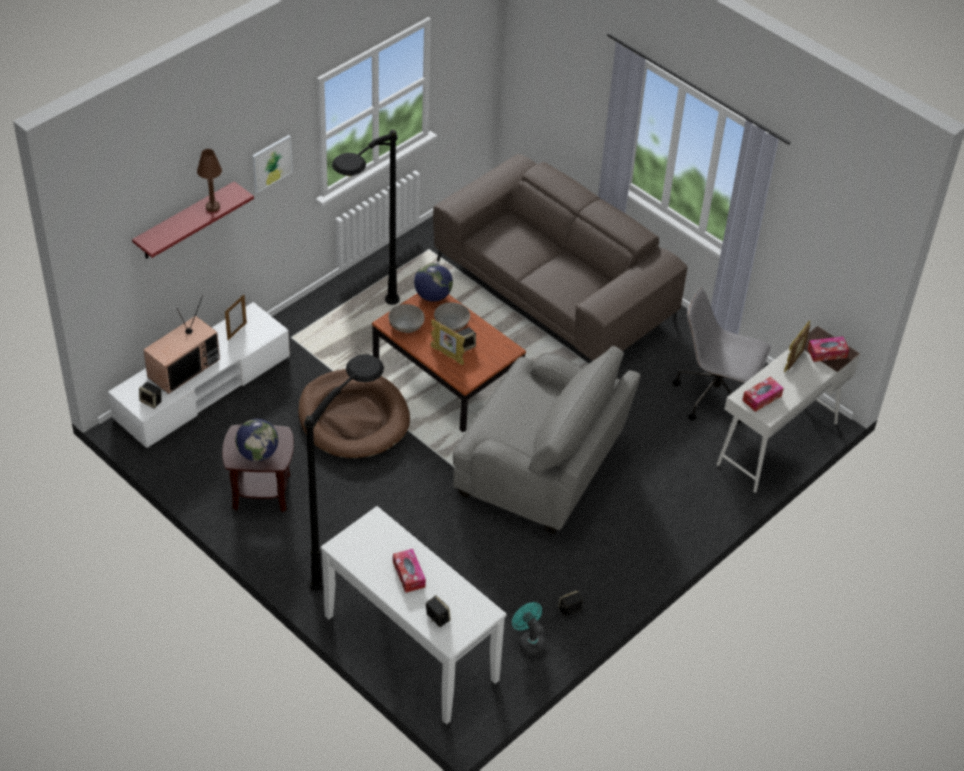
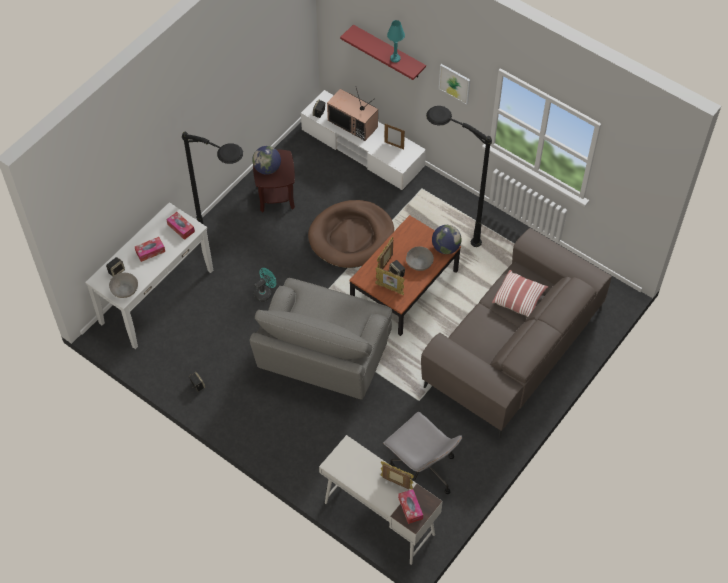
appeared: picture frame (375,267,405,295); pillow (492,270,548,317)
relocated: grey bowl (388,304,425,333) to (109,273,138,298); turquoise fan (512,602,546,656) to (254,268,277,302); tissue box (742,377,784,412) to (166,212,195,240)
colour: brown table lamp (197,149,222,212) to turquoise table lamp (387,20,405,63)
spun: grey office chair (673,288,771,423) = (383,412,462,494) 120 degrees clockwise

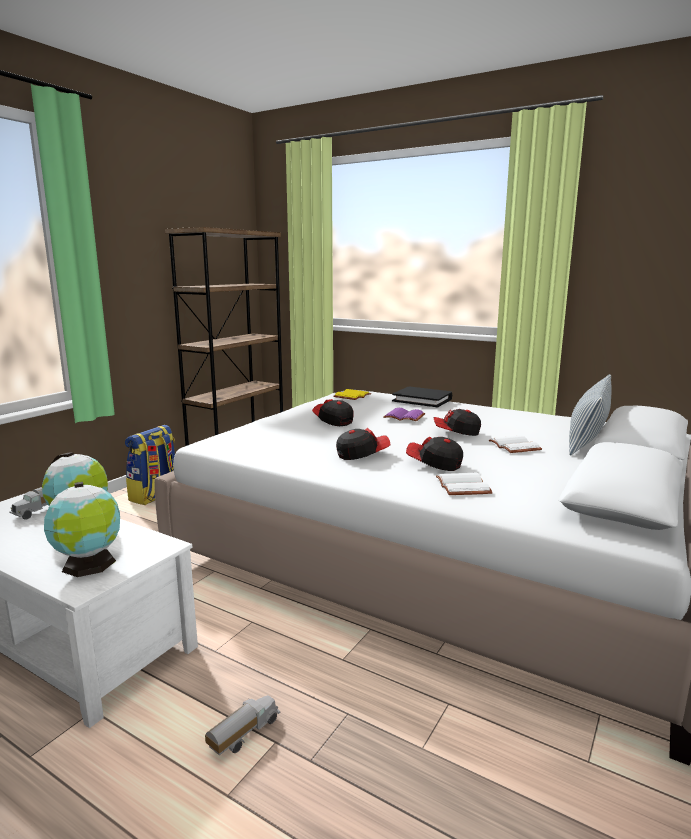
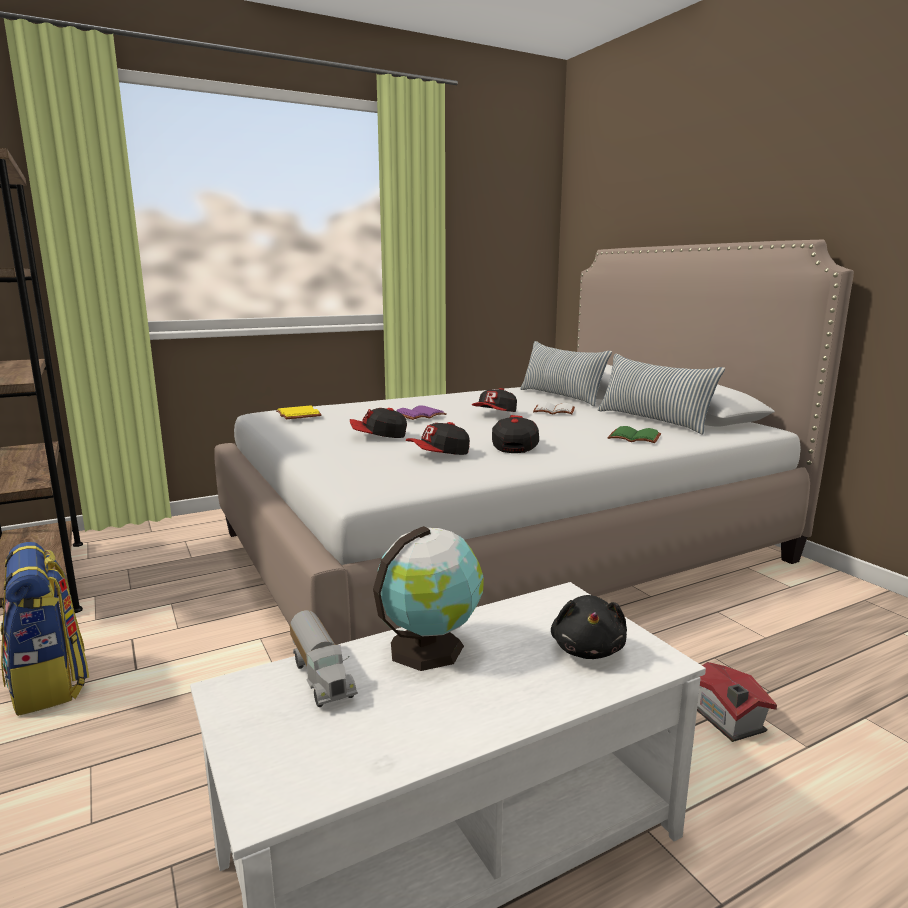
missing: black book (392,386,452,407)
appeared: pillow (598,354,725,435)
relocated: cap (406,436,463,471) to (406,422,470,455)
exchanged: globe (44,482,120,577) to black plush toy (551,595,627,659); toy truck (205,695,281,756) to toy house (697,662,777,742)
colour: white book (436,473,493,495) to green book (607,426,661,443)

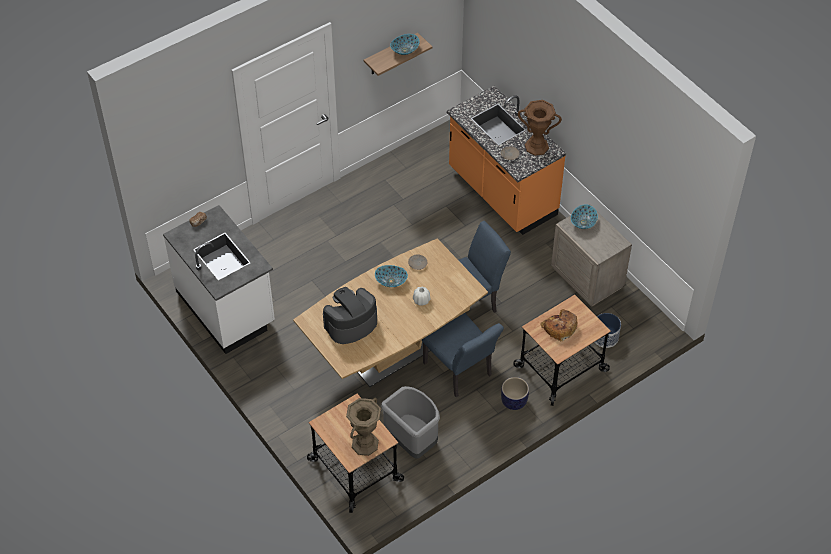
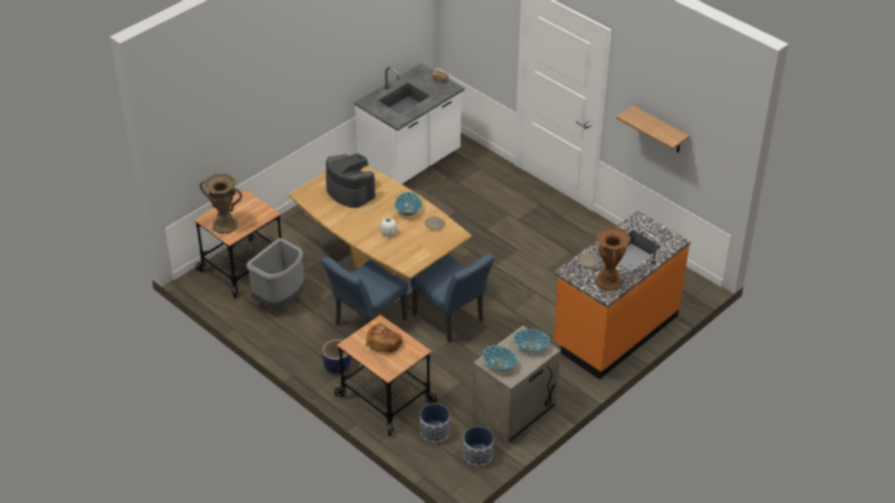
appeared: planter (463,426,494,466)
relocated: bowl (390,34,420,55) to (483,345,518,371)

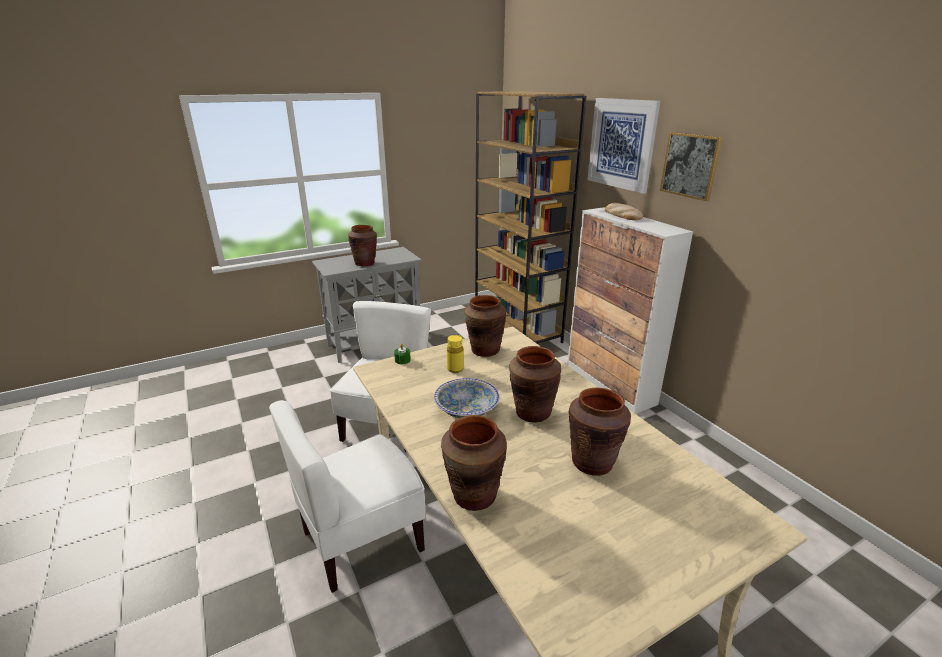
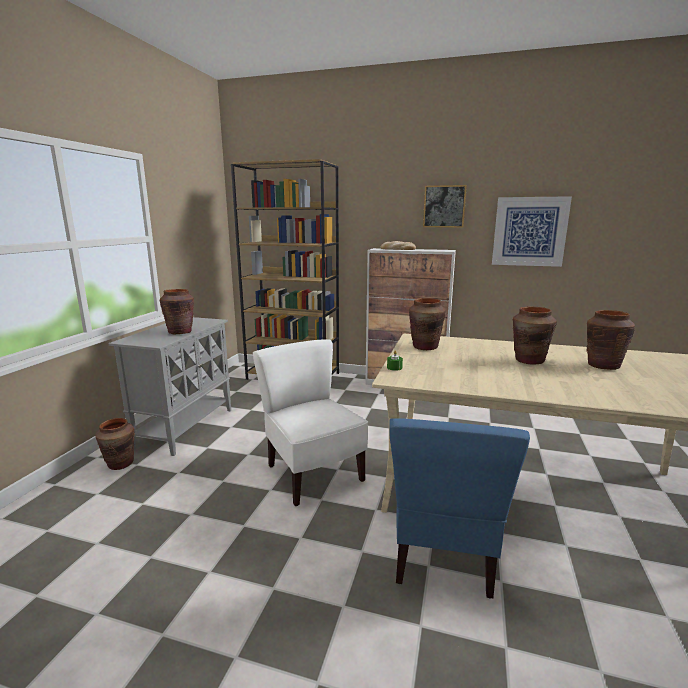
missing: bowl (434,378,499,418); yellow bottle (447,335,464,373)
relocated: brown vase (441,415,507,511) to (95,418,135,470); picture (587,98,660,194) to (492,196,572,267)
colour: white chair (269,400,426,593) to blue chair (389,418,530,599)

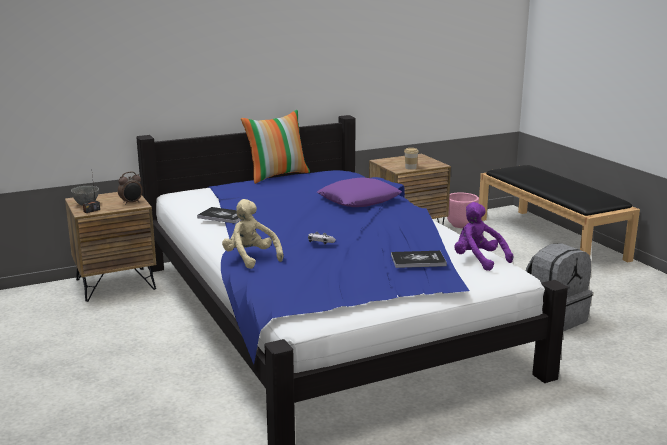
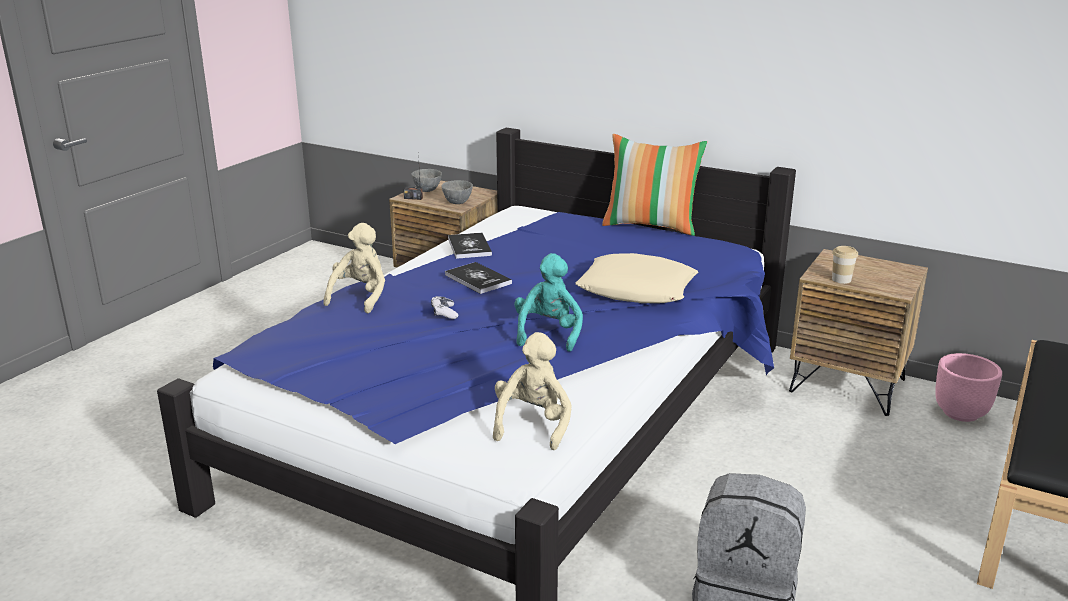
appeared: turquoise plush toy (514,253,583,352)
relocated: book (391,251,447,268) to (445,262,512,294)
exchanged: alarm clock (118,171,143,205) to grey bowl (441,180,473,204)
colour: purple pillow (317,177,402,207) to beige pillow (575,253,698,303); purple plush toy (454,202,513,271) to beige plush toy (493,332,572,450)

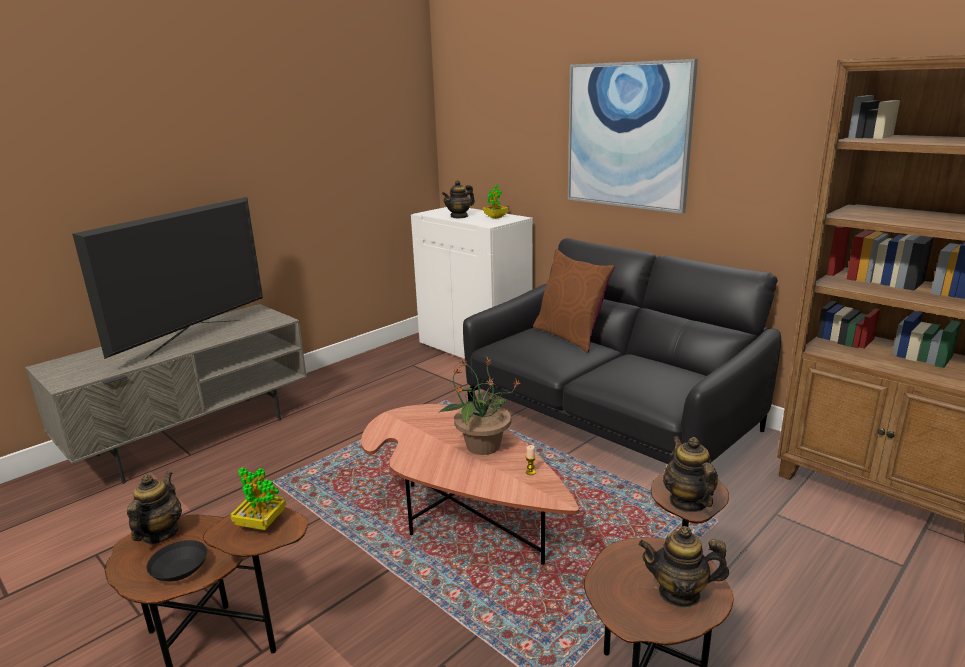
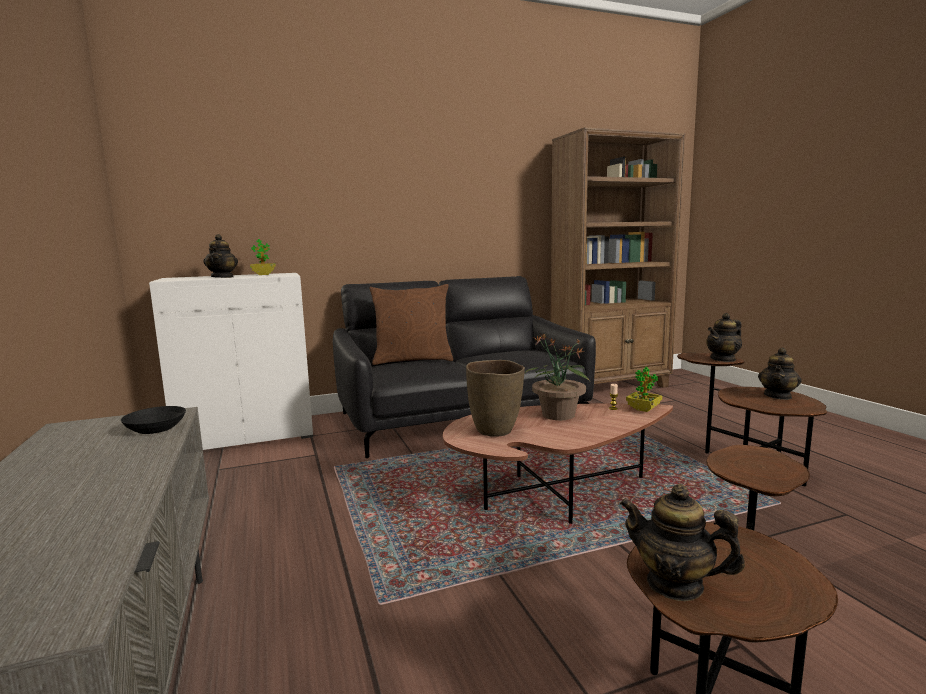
missing: television (72,197,263,359); picture (568,59,698,214)
appeared: brown vase (466,360,525,437)
relocated: black bowl (146,540,207,581) to (121,406,186,434); potted plant (230,468,286,530) to (626,367,662,412)
spun: teapot (663,436,718,512) = (706,313,742,362) 45 degrees counterclockwise

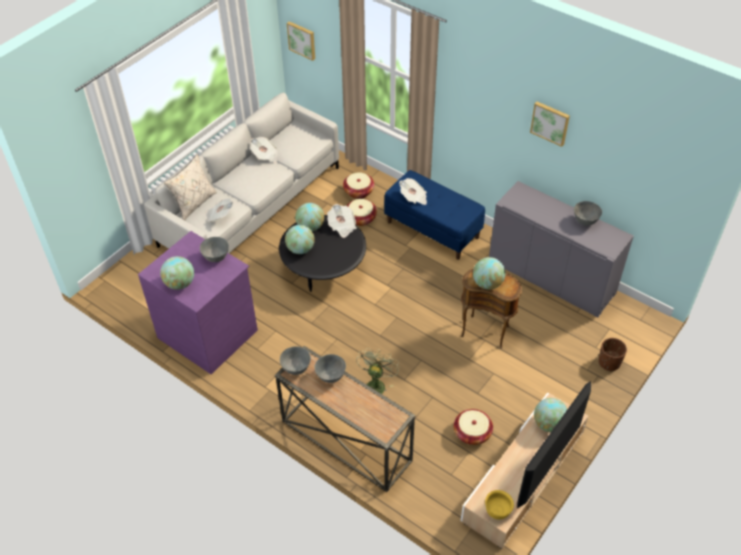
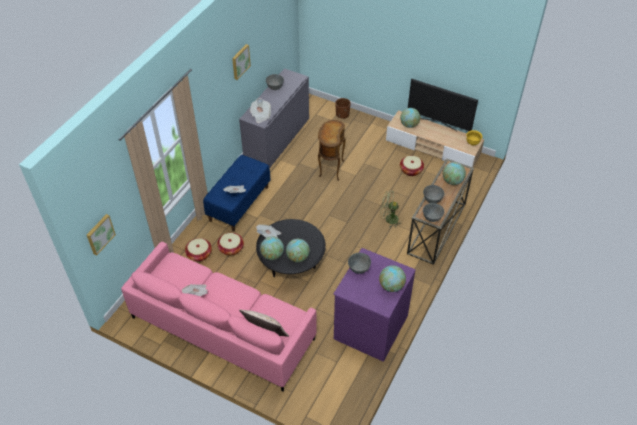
relocated: newspaper (205,198,233,223) to (250,98,271,123); globe (473,257,506,290) to (443,162,466,185)
colour: grey sofa (144,93,339,253) to pink sofa (121,242,316,392)

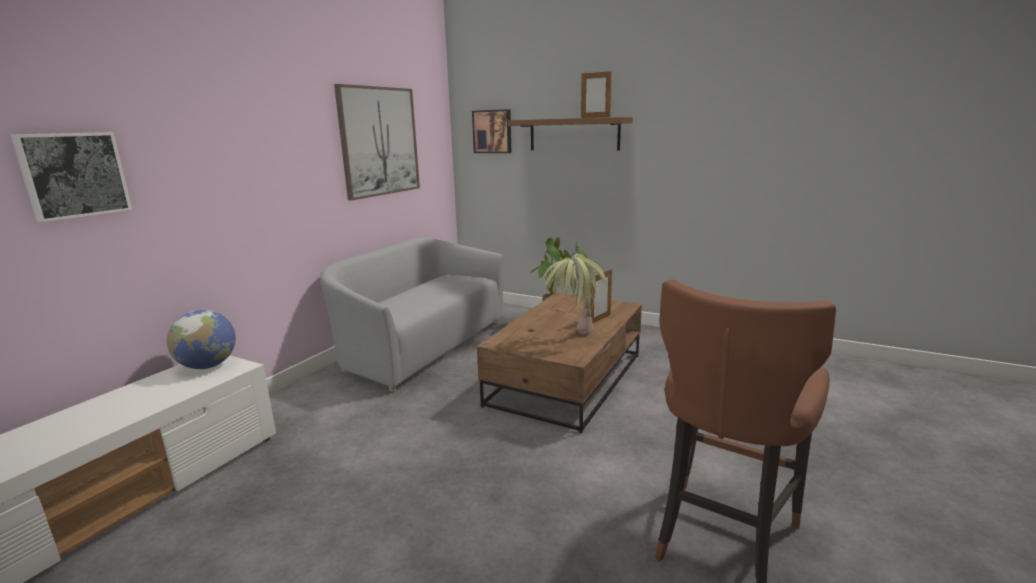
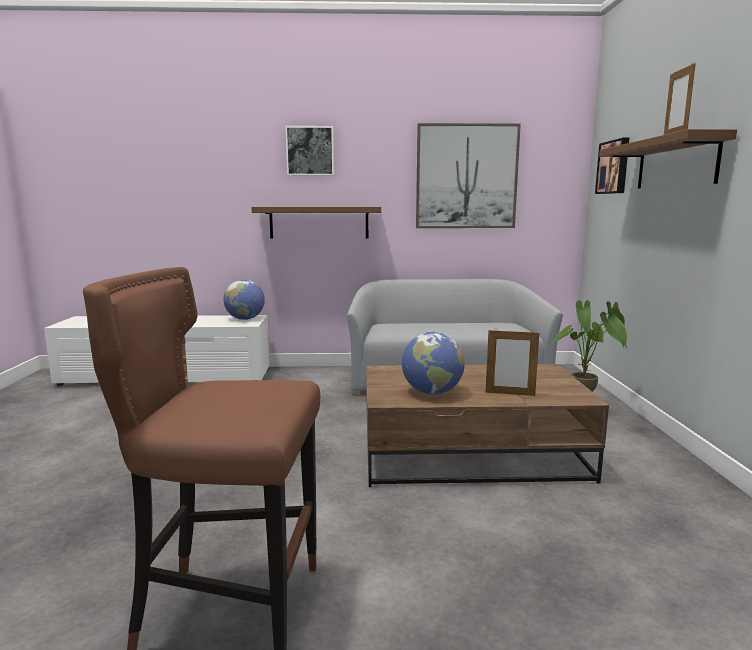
appeared: brown shelf (251,207,381,239)
relocated: picture (11,132,132,222) to (285,126,334,176)
exchanged: potted plant (543,254,611,334) to globe (402,332,465,395)

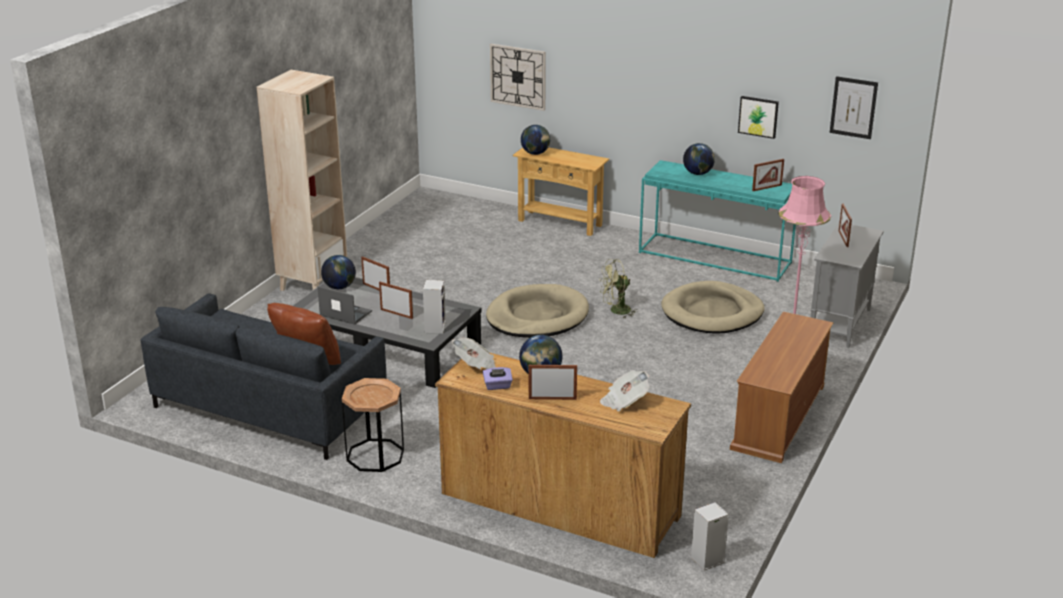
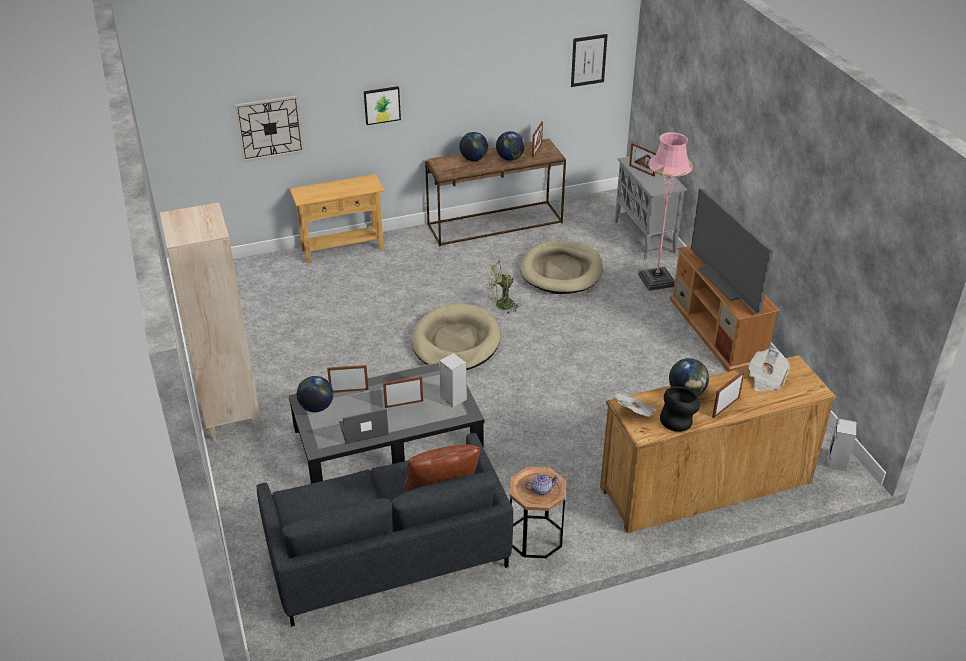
appeared: teapot (525,474,559,495); television (690,189,774,314)
relocated: globe (521,125,550,155) to (496,131,525,161); picture (738,96,779,139) to (364,86,401,125)
exchanged: purple tissue box (483,367,513,390) to black vase (660,386,700,432)
colour: turquoise console table (639,160,796,282) to brown console table (425,139,566,247)
spun: green fan (600,259,638,319) = (486,260,520,314) 45 degrees clockwise

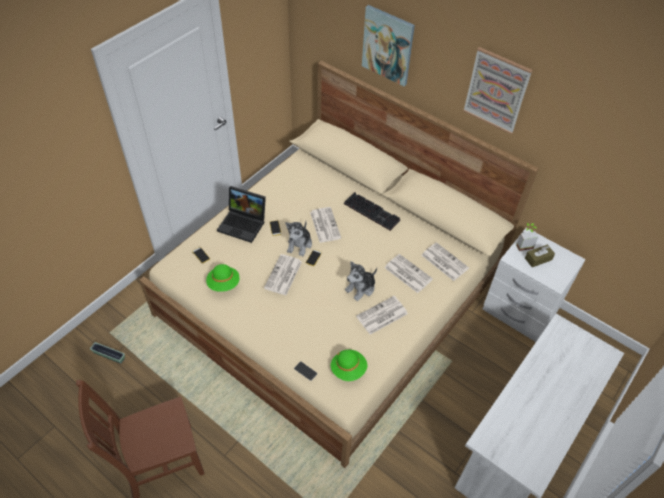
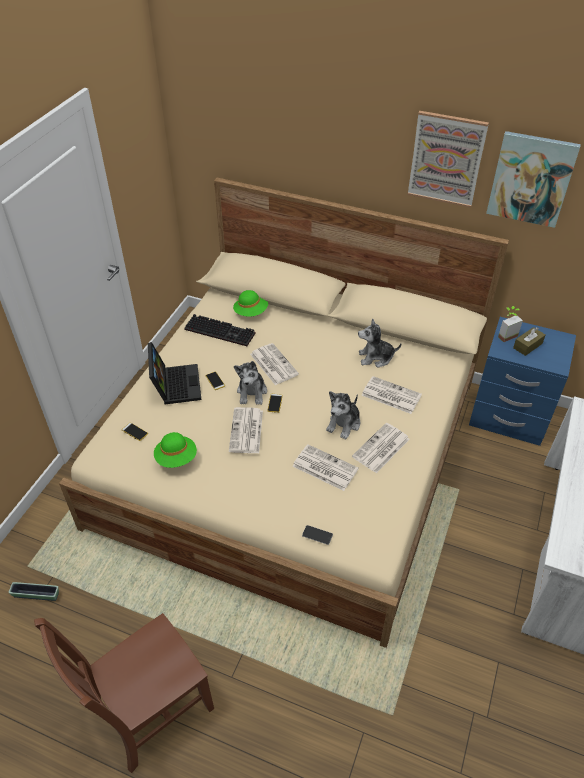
appeared: plush toy (358,318,401,368)
relocated: green hat (331,350,367,381) to (233,290,268,317); keyboard (344,192,400,231) to (184,314,255,346); picture (362,5,415,86) to (486,131,581,228); newspaper (422,242,469,281) to (293,444,359,491)
colour: white nightstand (482,228,586,342) to blue nightstand (469,317,576,446)
spun: laptop (217,186,266,243) = (148,342,202,404) 105 degrees counterclockwise

